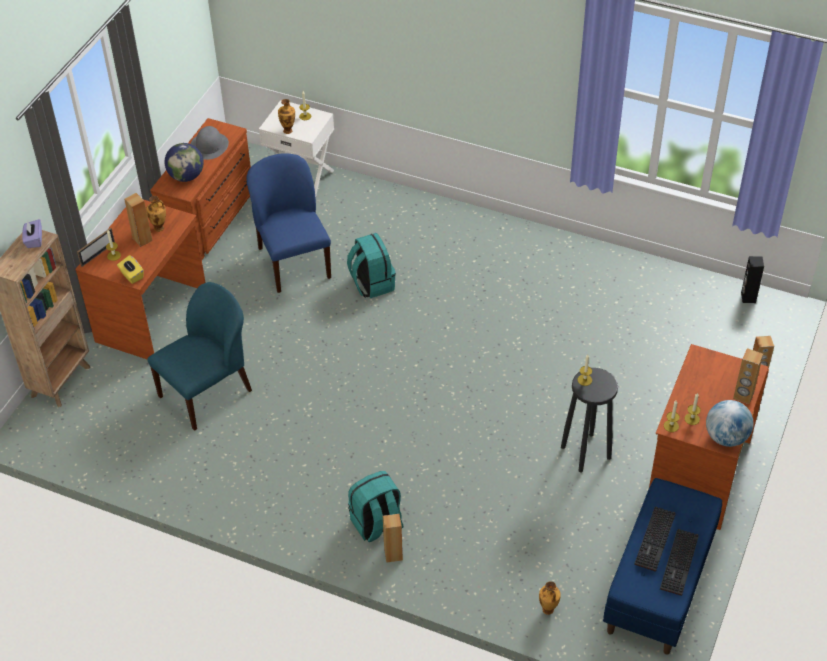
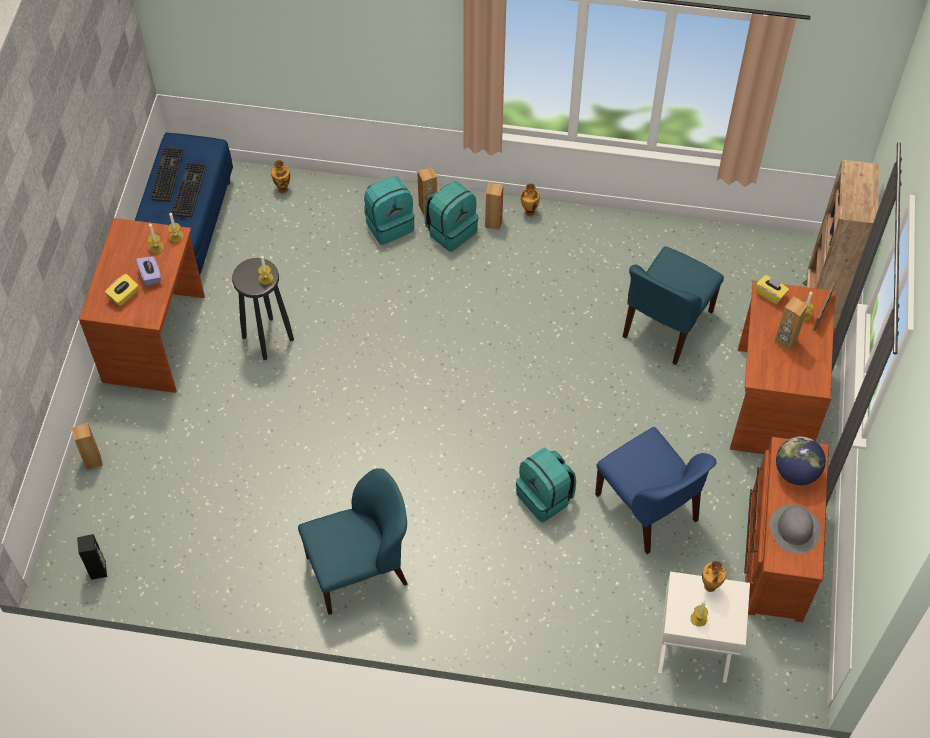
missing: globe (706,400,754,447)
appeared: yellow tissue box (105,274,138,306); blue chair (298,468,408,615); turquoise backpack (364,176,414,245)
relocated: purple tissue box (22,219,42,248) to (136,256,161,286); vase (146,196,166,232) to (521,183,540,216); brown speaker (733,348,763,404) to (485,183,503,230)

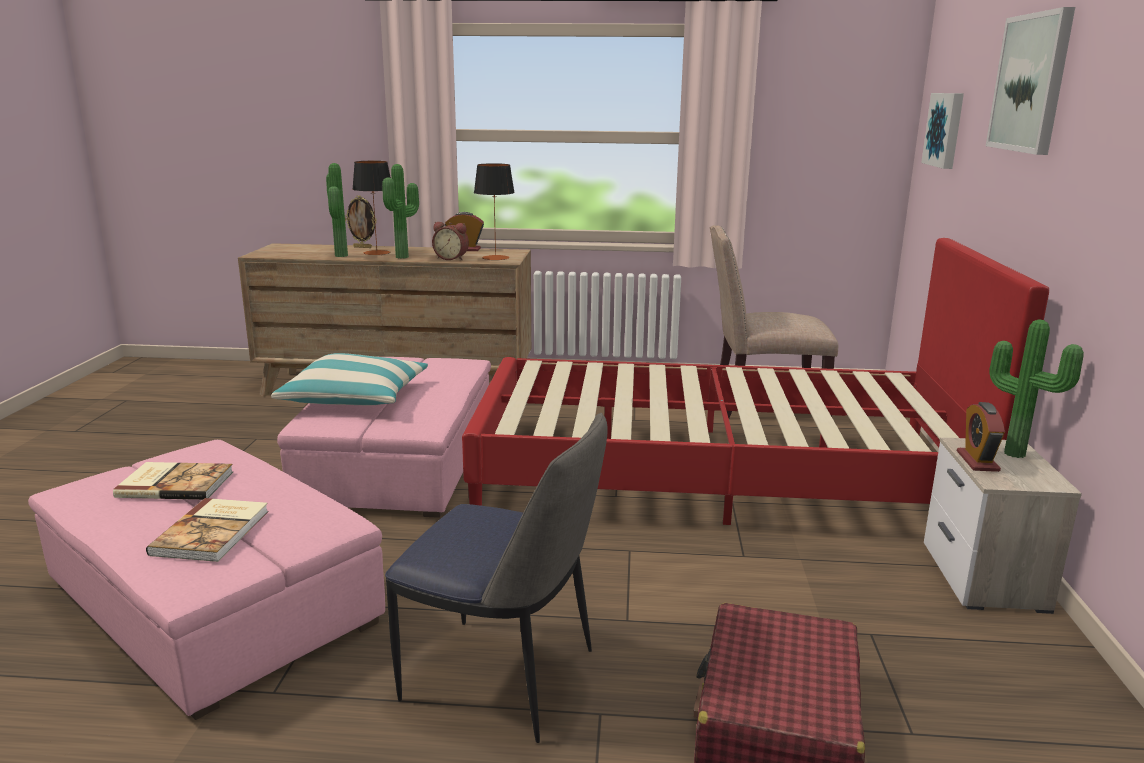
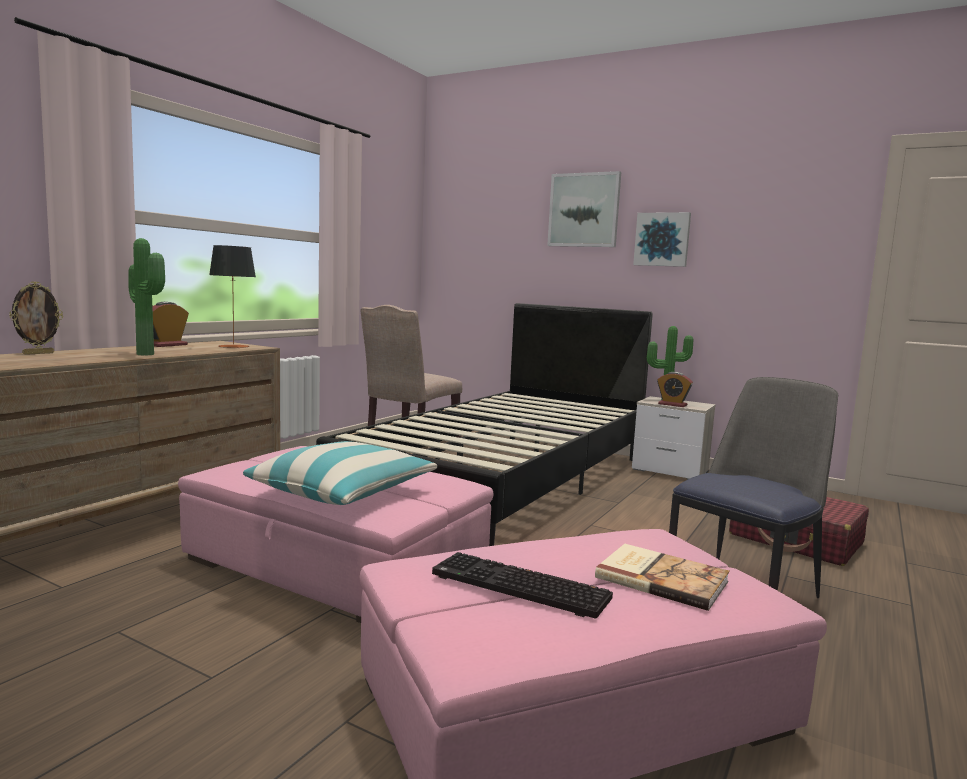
missing: potted plant (326,163,348,257); table lamp (352,161,391,255); alarm clock (432,222,469,260)
relocated: picture (921,93,964,169) to (633,212,691,267)
exchanged: book (113,462,233,500) to keyboard (432,552,613,619)
colour: red bed (462,238,1049,525) to black bed (316,303,653,546)

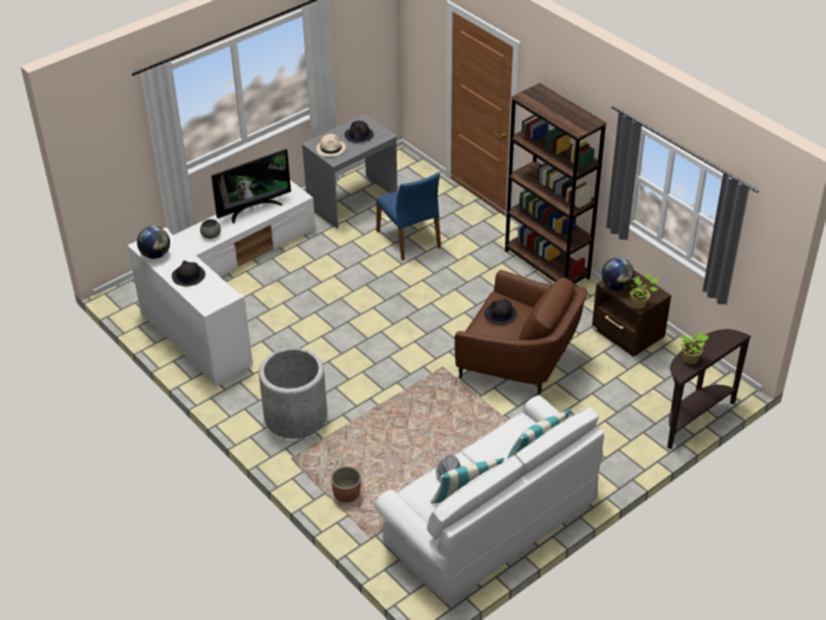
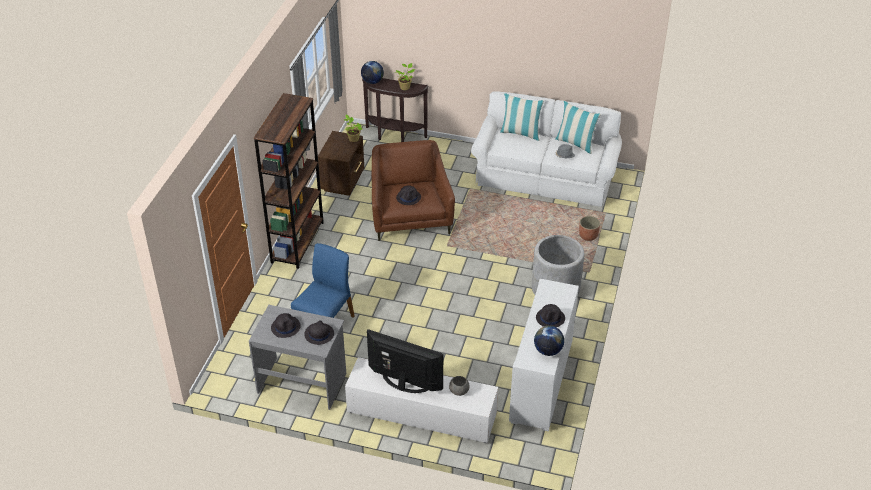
relocated: globe (602,258,634,290) to (361,61,384,84)
colour: beige hat (316,134,346,157) to black hat (304,320,334,345)

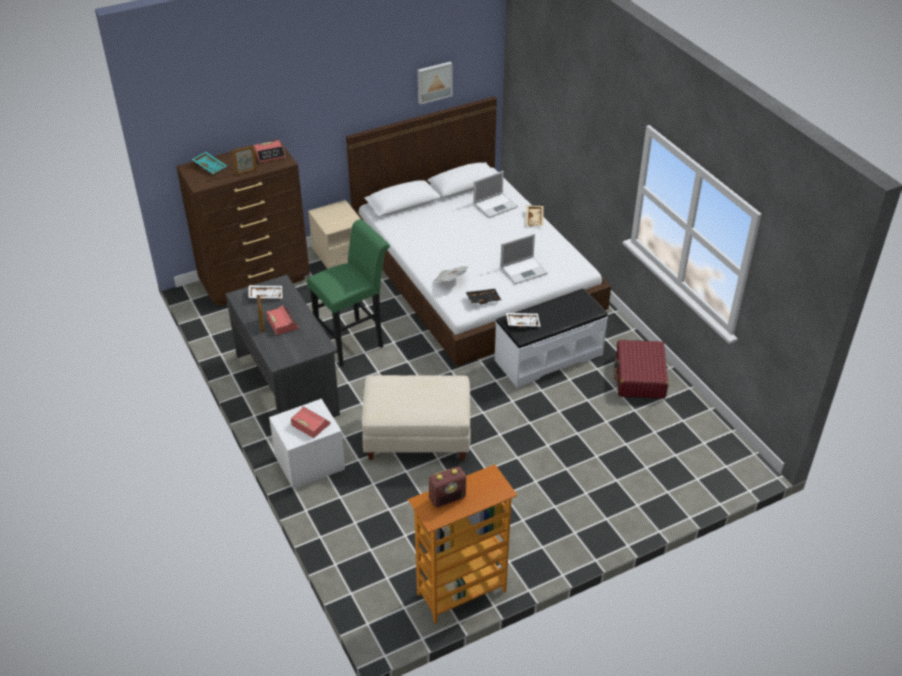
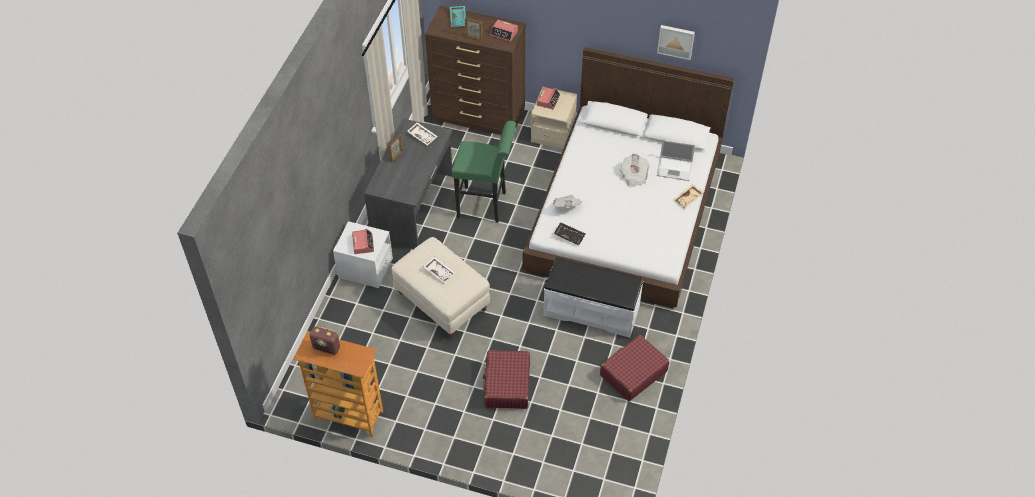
missing: laptop (500,234,548,284)
appeared: red suitcase (483,350,530,409); newspaper (620,153,650,188)
relocated: alarm clock (266,305,299,335) to (537,87,560,109); white tray (506,312,541,327) to (423,256,455,284)

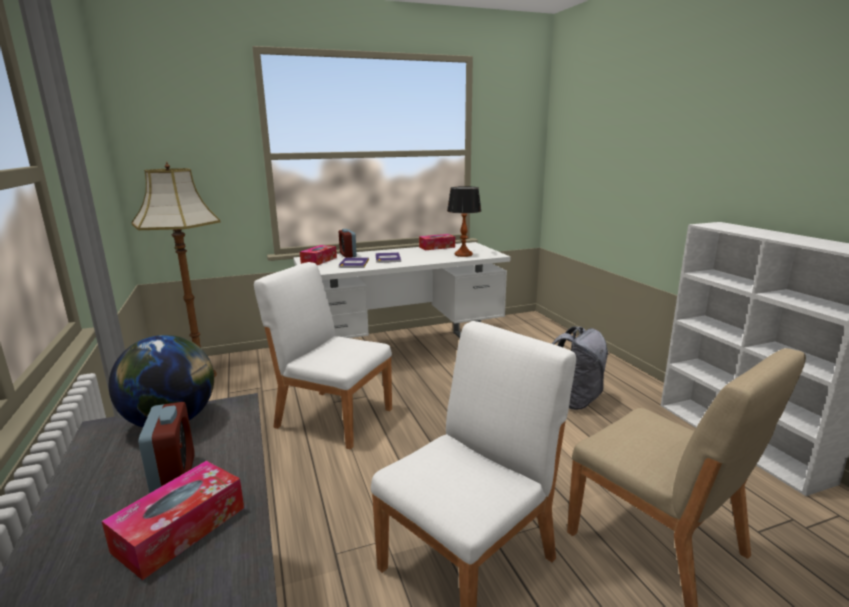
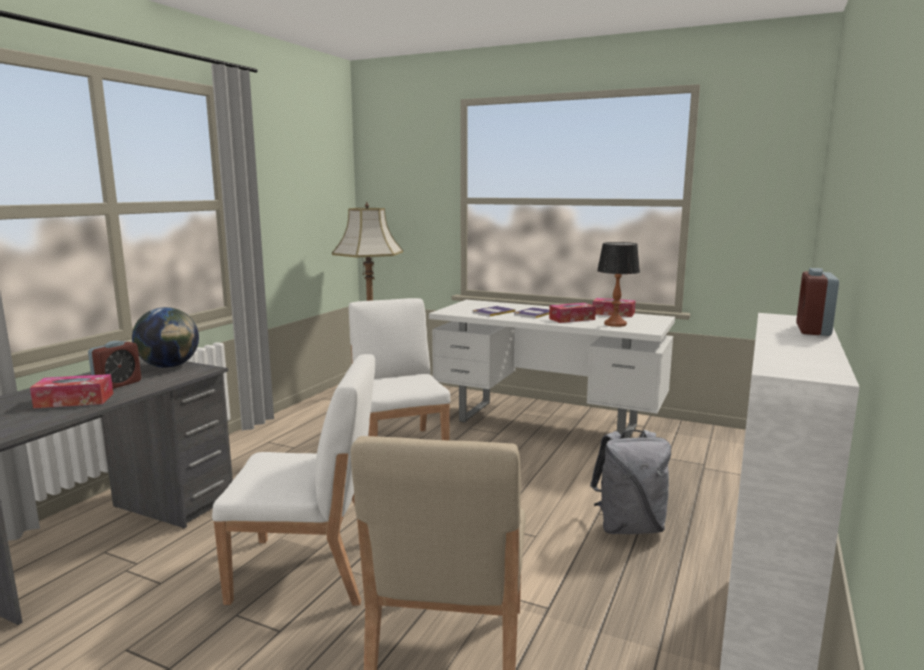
relocated: tissue box (300,245,337,265) to (549,303,596,323); alarm clock (339,229,357,258) to (796,268,839,336)

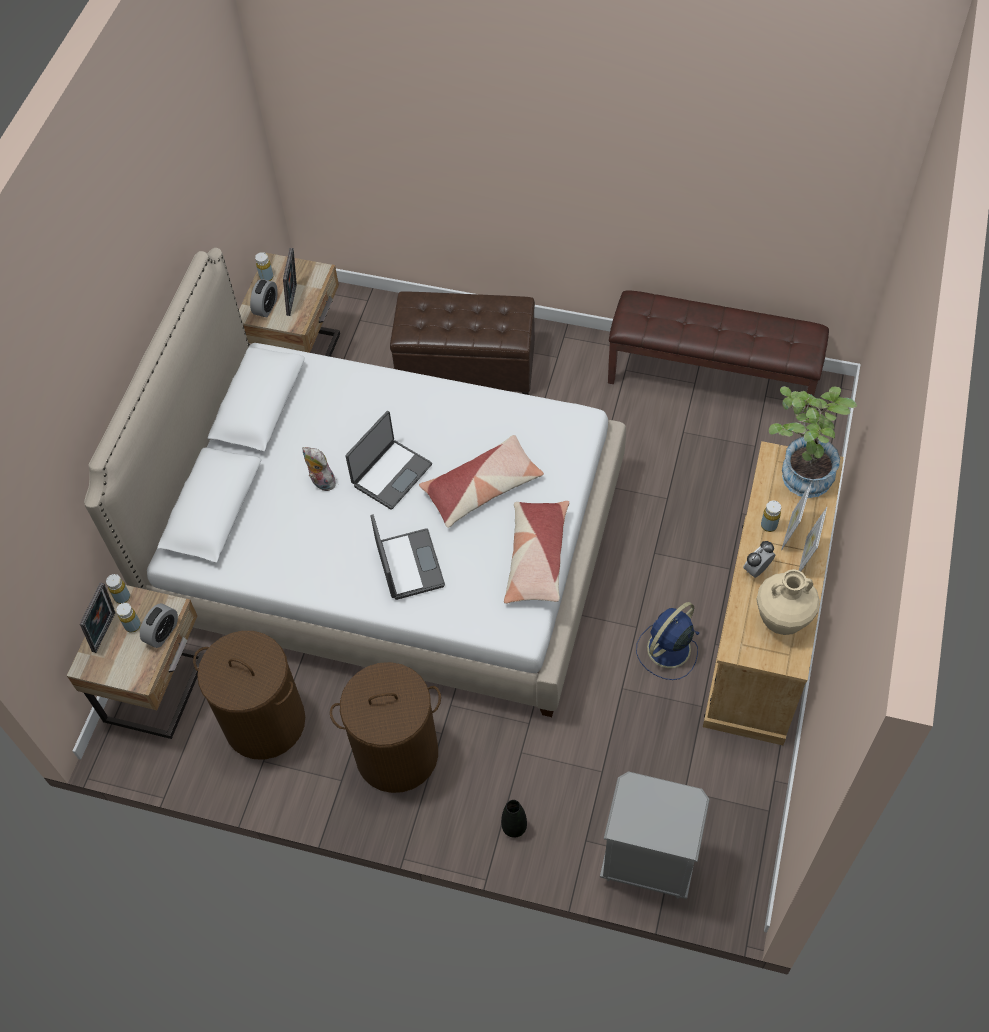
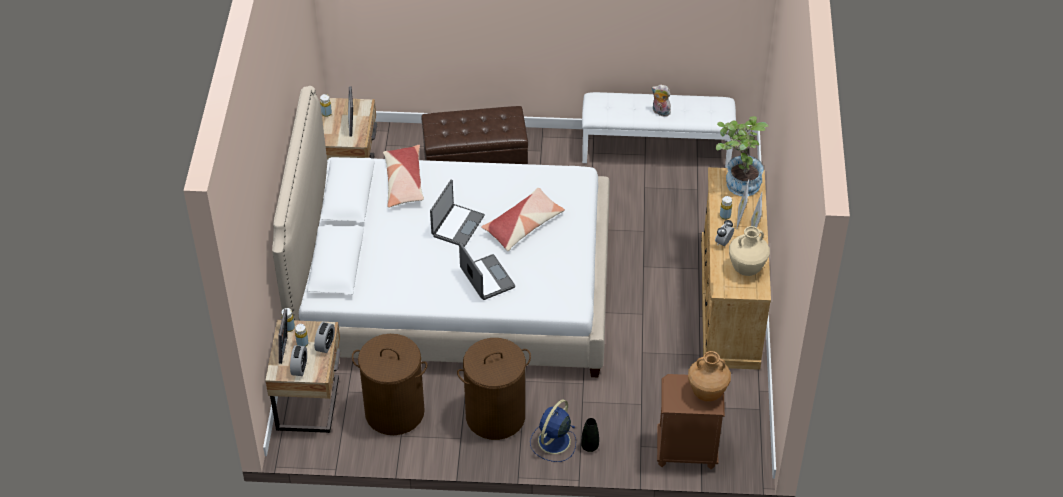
appeared: brown vase (688,351,731,402)
relocated: alarm clock (250,279,278,317) to (290,345,307,376); plush toy (302,447,337,491) to (651,84,672,117); pillow (504,501,569,604) to (383,145,424,208); blue fan (636,602,700,680) to (530,400,576,462)
colour: grey nightstand (600,771,710,899) to brown nightstand (657,374,725,469); brown bench (608,290,829,408) to white bench (582,92,736,168)

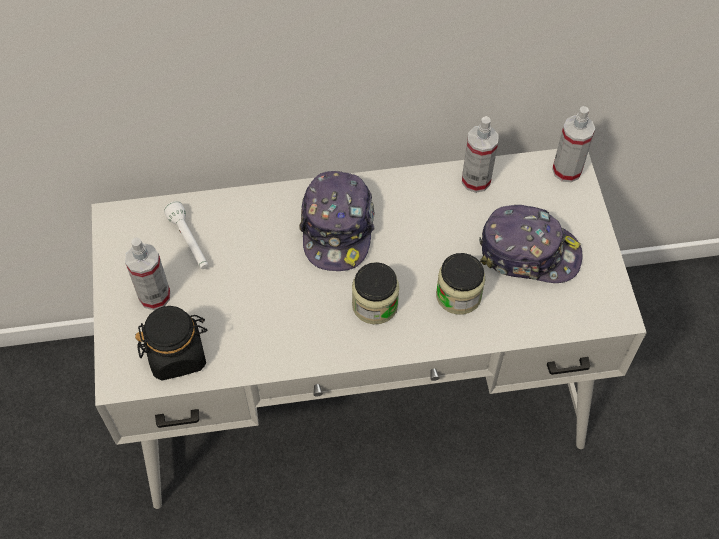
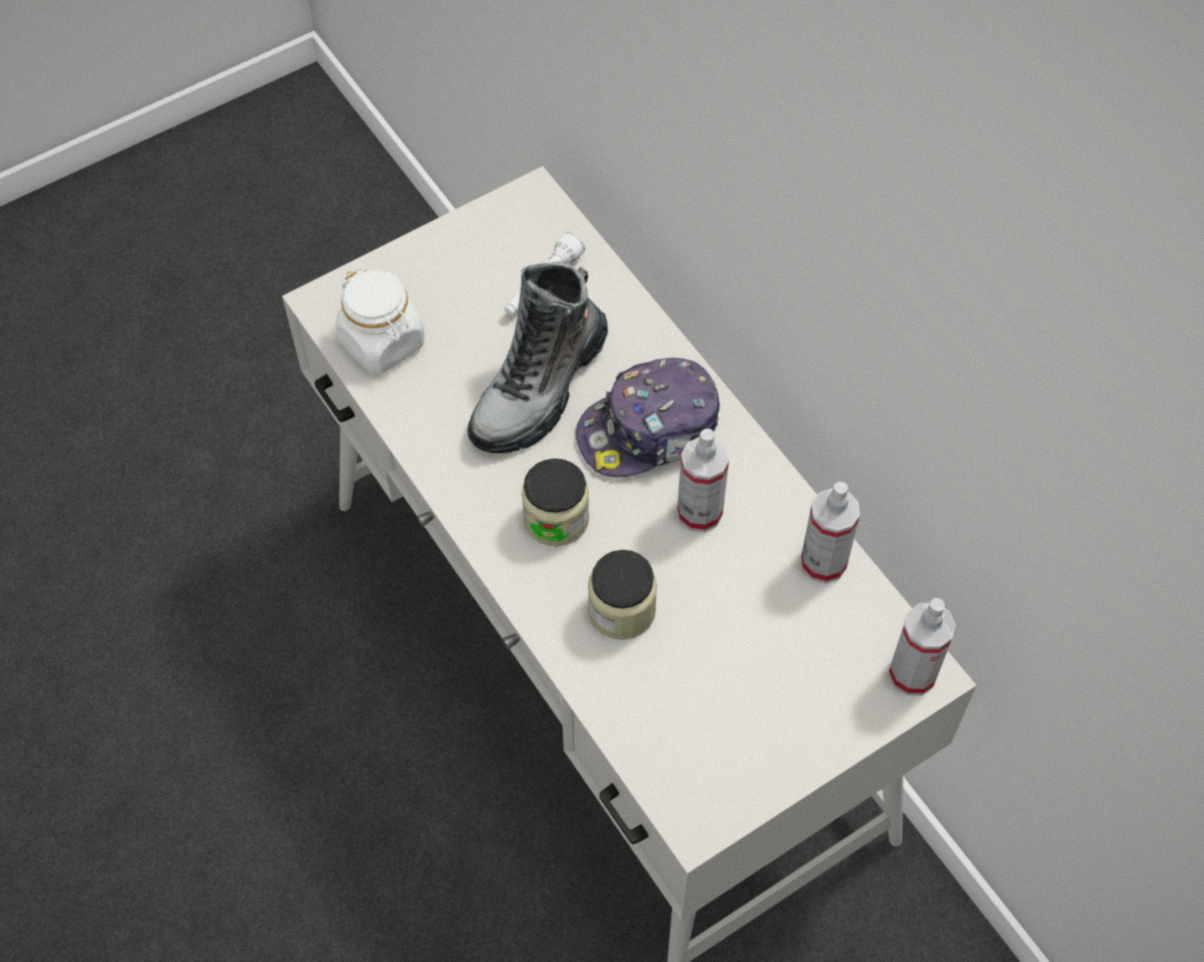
missing: cap (479,205,582,283)
appeared: boot (467,262,608,453)
relocated: spray bottle (125,237,170,310) to (677,429,729,532)
colour: black jar (135,306,207,381) to white jar (335,267,425,374)

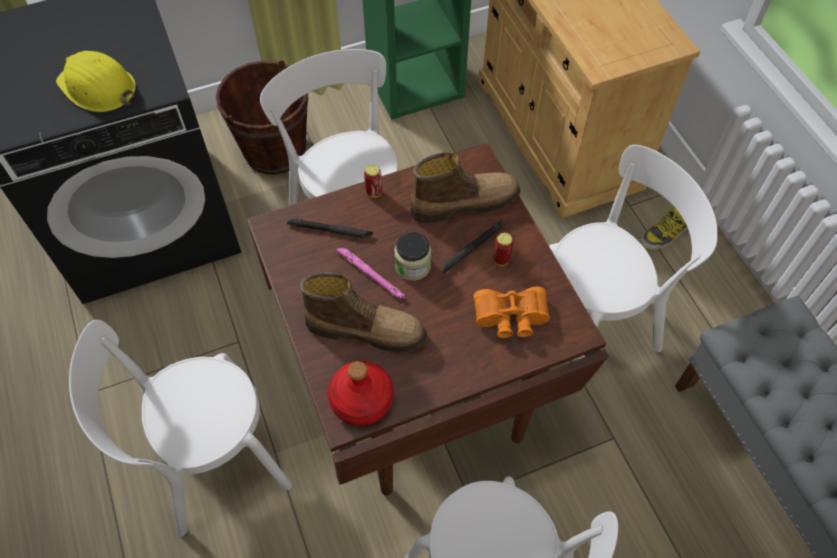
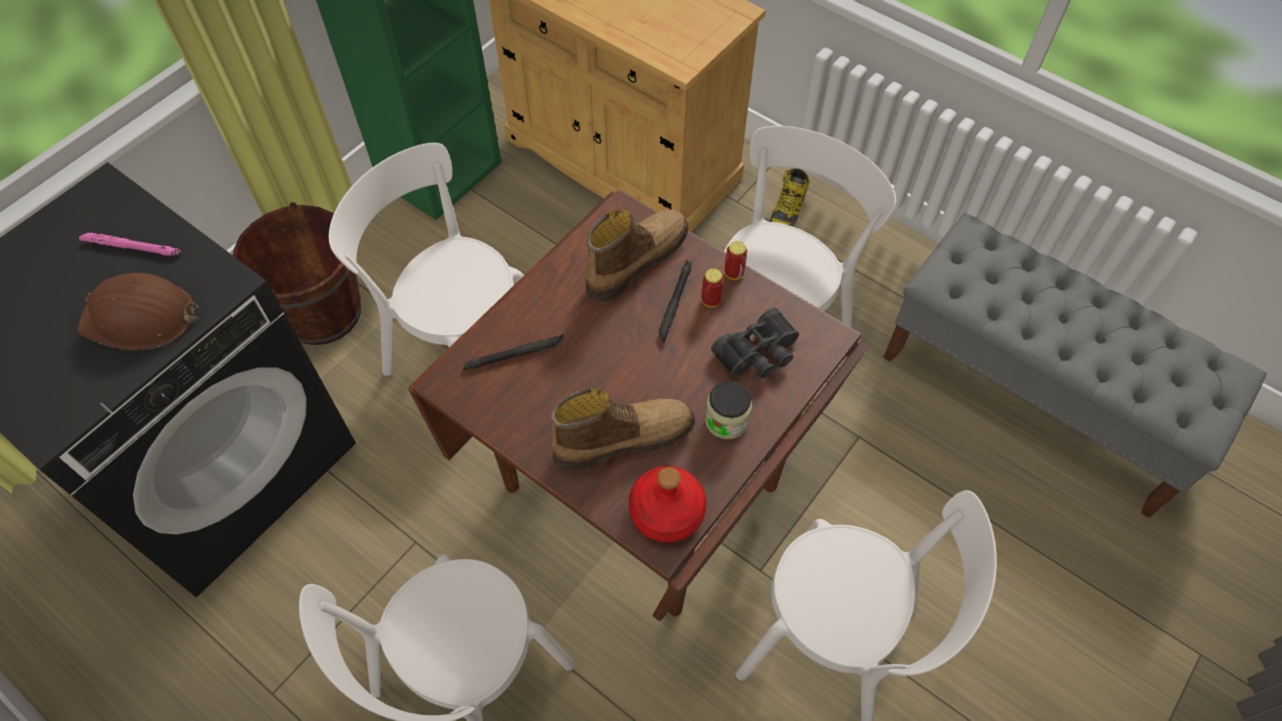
relocated: pink flashlight (336,248,406,300) to (79,233,181,256); can (364,165,382,198) to (724,241,747,280); jar (394,232,431,281) to (705,381,752,439)
colour: yellow hard hat (56,51,136,112) to brown hard hat (78,273,198,350); orange binoculars (473,287,550,338) to black binoculars (711,308,799,378)

